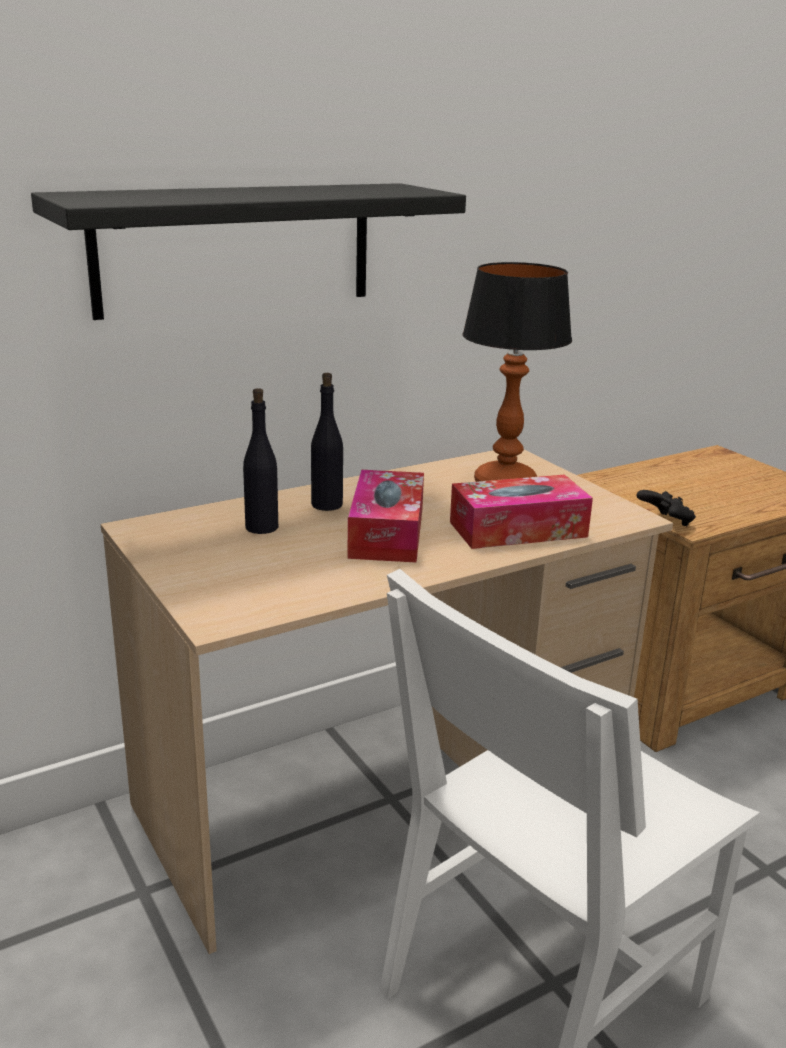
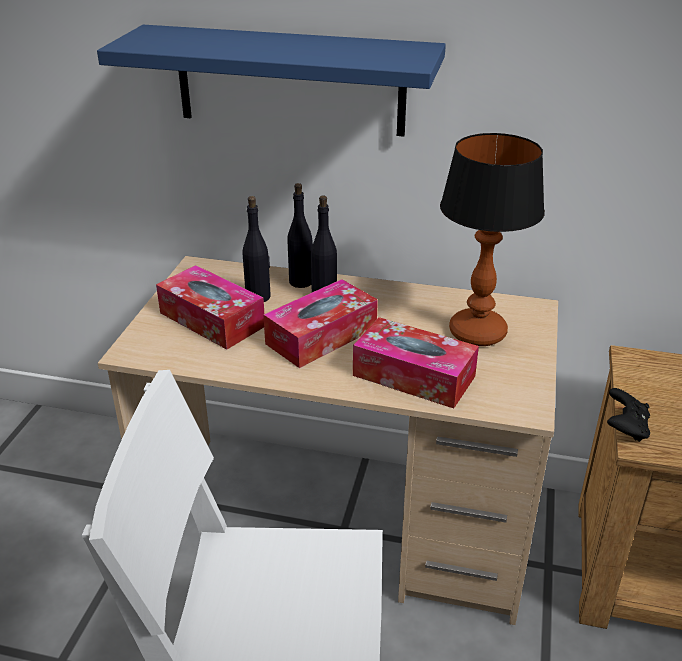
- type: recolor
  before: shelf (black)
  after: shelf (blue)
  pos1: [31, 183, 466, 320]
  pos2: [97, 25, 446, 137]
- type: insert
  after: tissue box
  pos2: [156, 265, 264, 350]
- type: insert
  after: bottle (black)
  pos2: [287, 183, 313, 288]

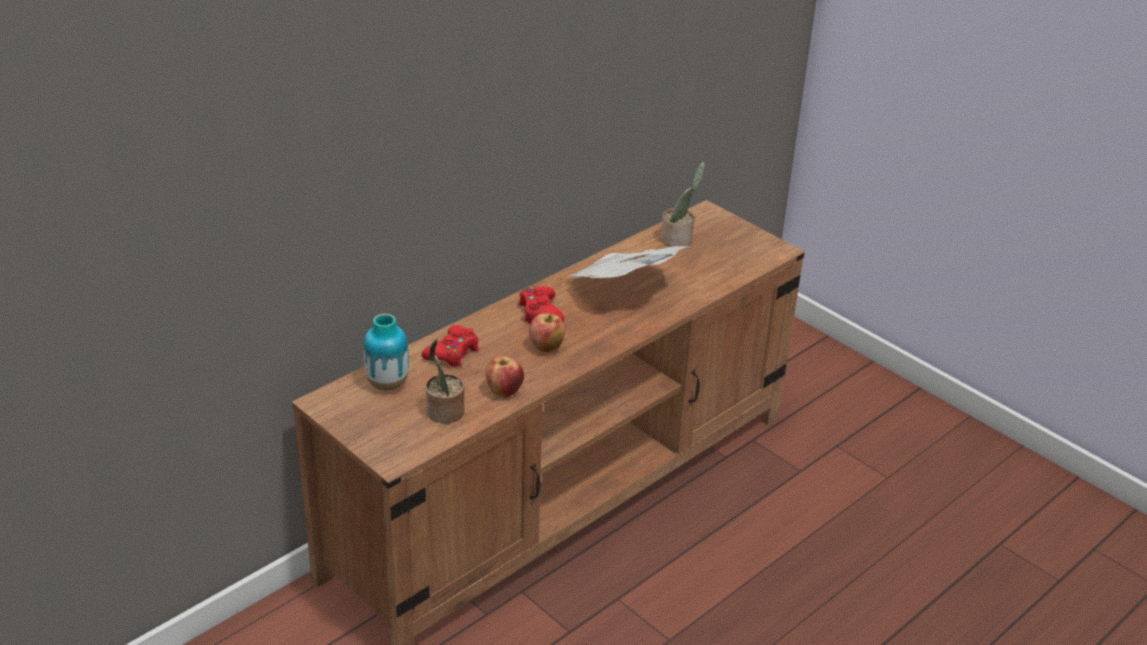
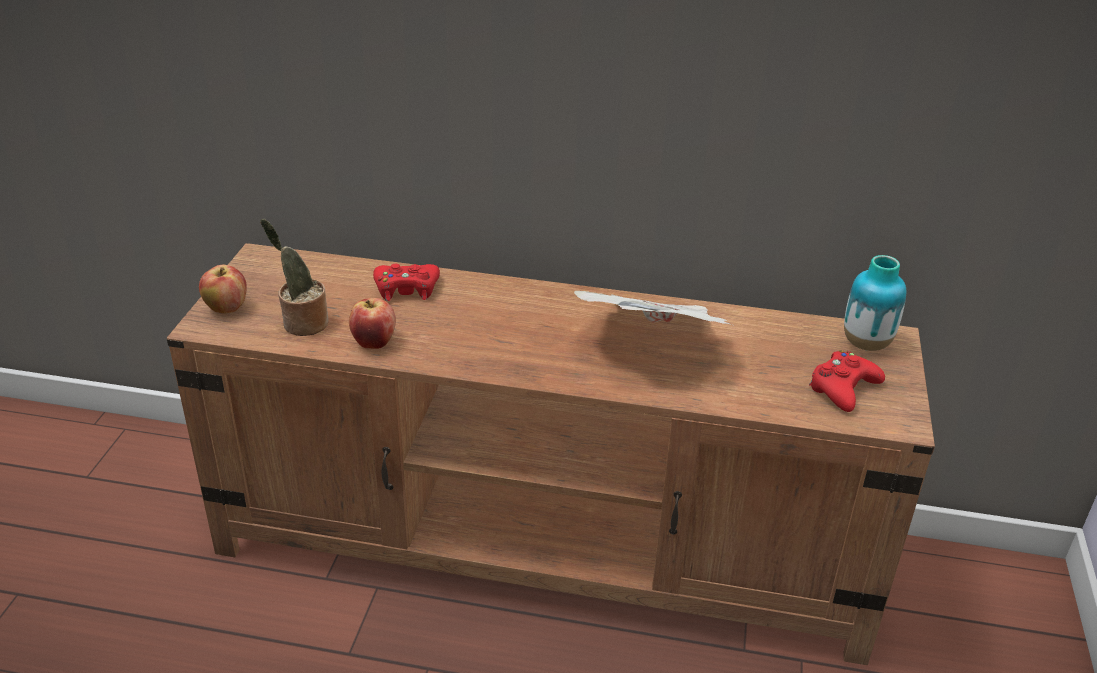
- type: move
  before: vase
  pos1: [364, 314, 409, 391]
  pos2: [844, 255, 906, 351]
- type: move
  before: game controller (red)
  pos1: [518, 286, 564, 323]
  pos2: [809, 350, 885, 412]
- type: move
  before: apple
  pos1: [529, 313, 565, 352]
  pos2: [199, 265, 247, 314]
- type: delete
  before: potted plant
  pos1: [661, 162, 705, 247]

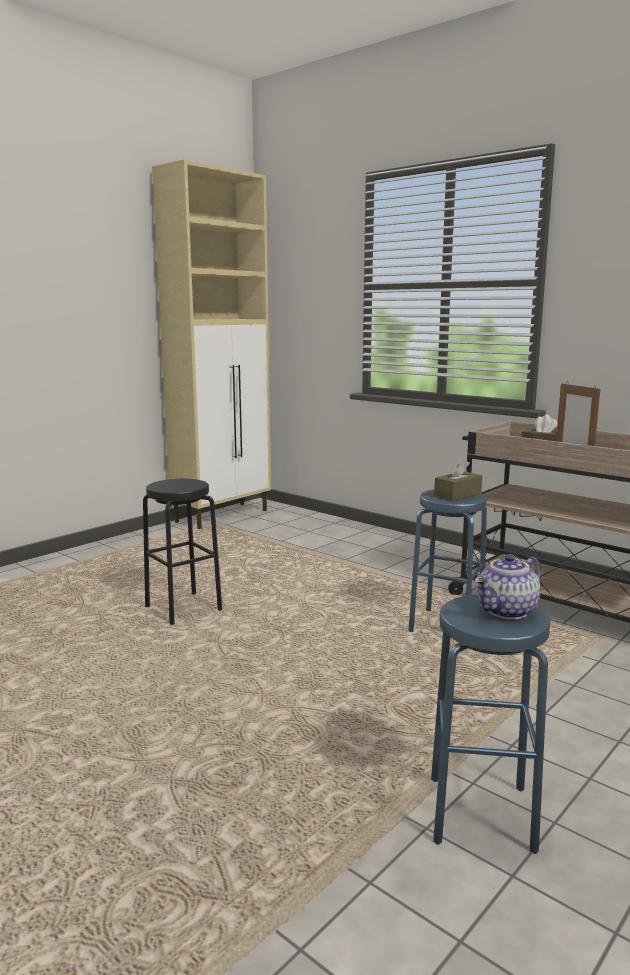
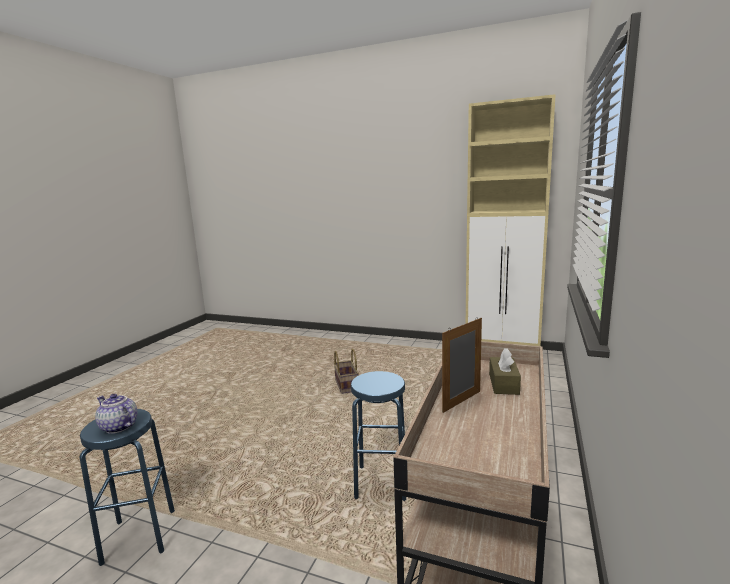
- type: replace
  before: stool (black)
  after: basket
  pos1: [143, 479, 222, 625]
  pos2: [334, 349, 359, 394]
- type: delete
  before: tissue box (brown)
  pos1: [434, 458, 482, 502]

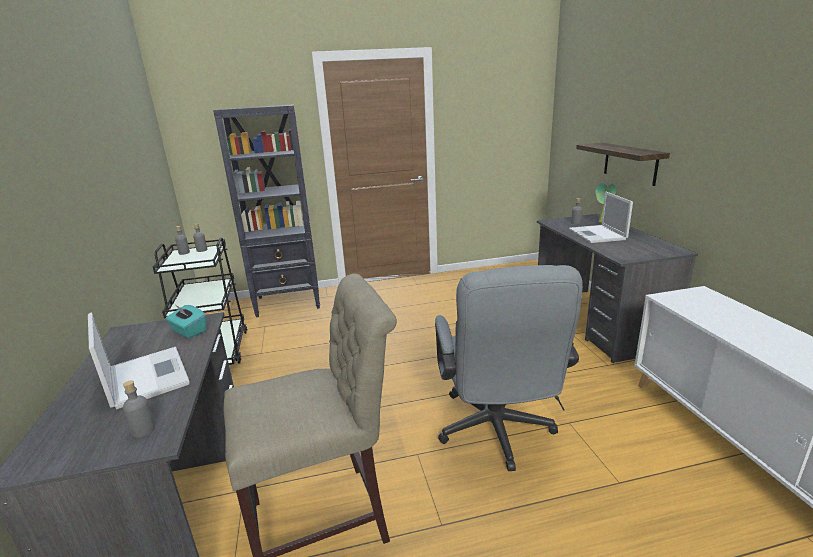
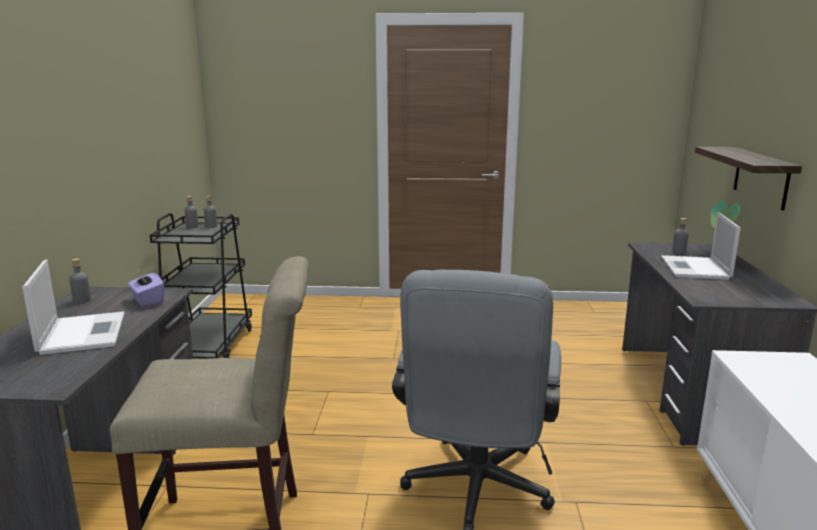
- type: move
  before: bottle (grey)
  pos1: [123, 380, 155, 438]
  pos2: [69, 259, 91, 303]
- type: recolor
  before: tissue box (turquoise)
  after: tissue box (purple)
  pos1: [166, 305, 206, 339]
  pos2: [128, 270, 164, 307]
- type: delete
  before: bookcase (black)
  pos1: [213, 104, 320, 317]

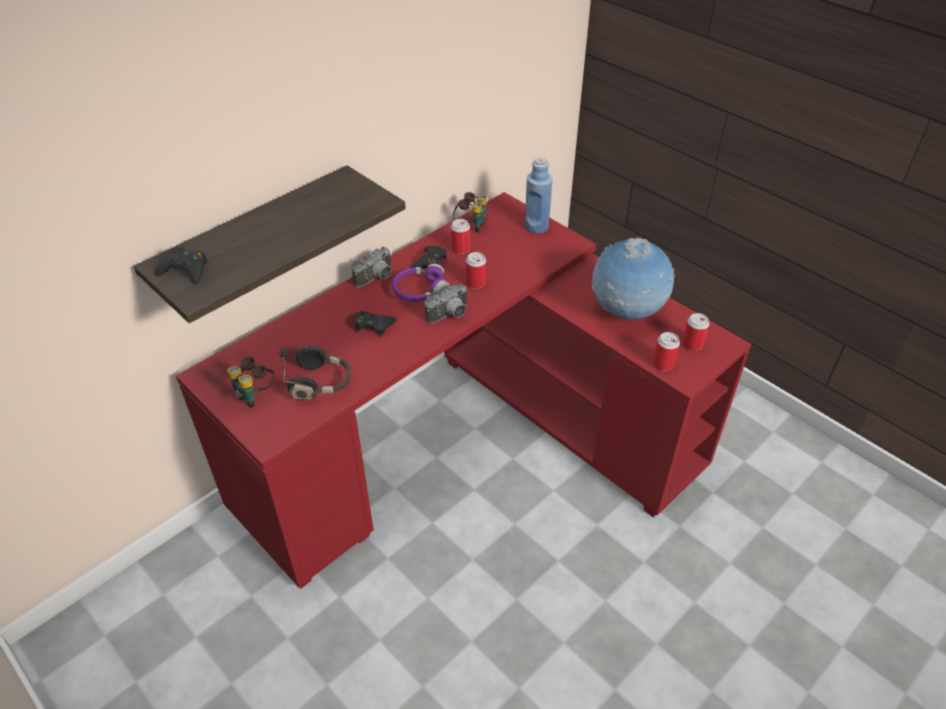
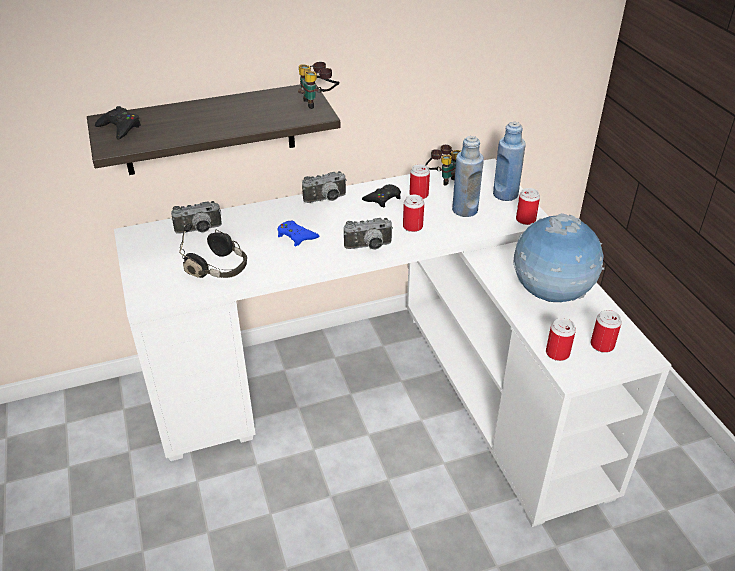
- type: recolor
  before: desk (red)
  after: desk (white)
  pos1: [176, 192, 751, 589]
  pos2: [114, 158, 671, 527]
- type: move
  before: binoculars
  pos1: [227, 357, 275, 408]
  pos2: [298, 62, 339, 109]
- type: recolor
  before: game controller (black)
  after: game controller (blue)
  pos1: [355, 311, 397, 337]
  pos2: [277, 221, 319, 246]
- type: delete
  before: headphones (purple)
  pos1: [392, 264, 450, 302]
- type: insert
  after: photo camera
  pos2: [171, 201, 222, 234]
- type: insert
  after: bottle (blue)
  pos2: [452, 136, 484, 217]
- type: insert
  after: can
  pos2: [516, 188, 540, 225]

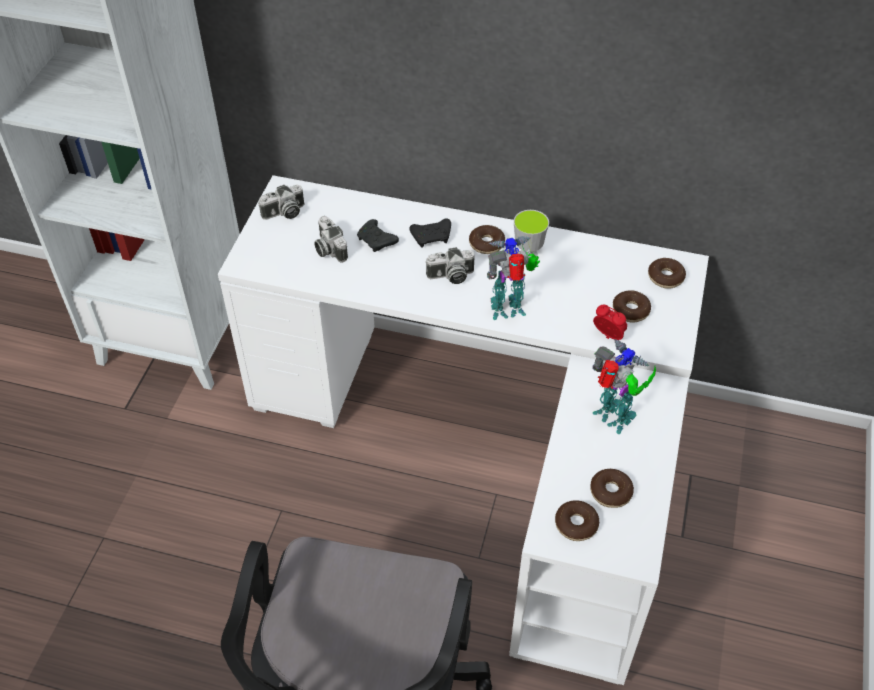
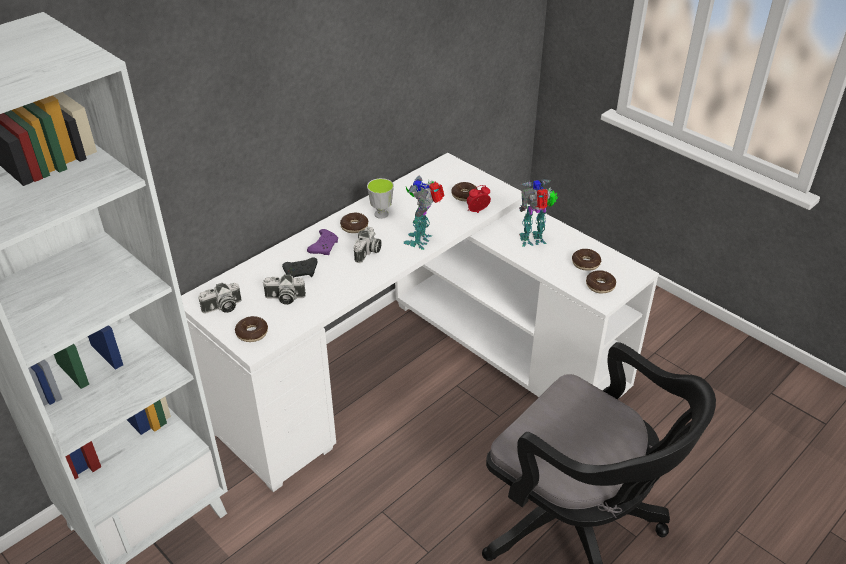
- type: rotate
  before: photo camera
  pos1: [258, 184, 304, 220]
  pos2: [198, 282, 242, 314]
  turn: 60
- type: recolor
  before: game controller (black)
  after: game controller (purple)
  pos1: [409, 219, 451, 248]
  pos2: [307, 229, 338, 255]
- type: move
  before: donut
  pos1: [648, 258, 686, 289]
  pos2: [235, 316, 268, 342]

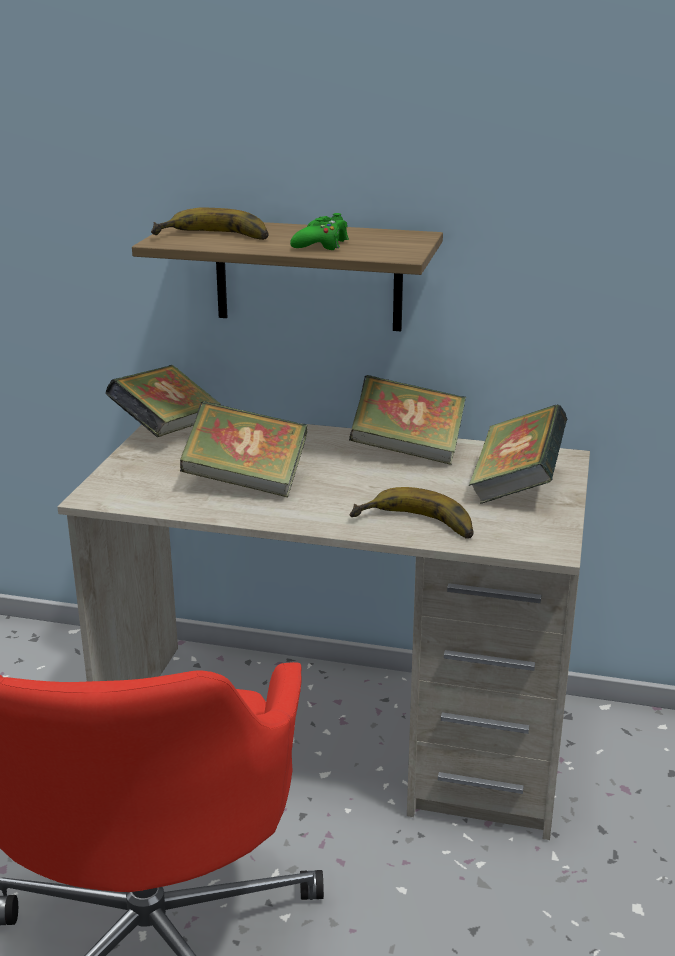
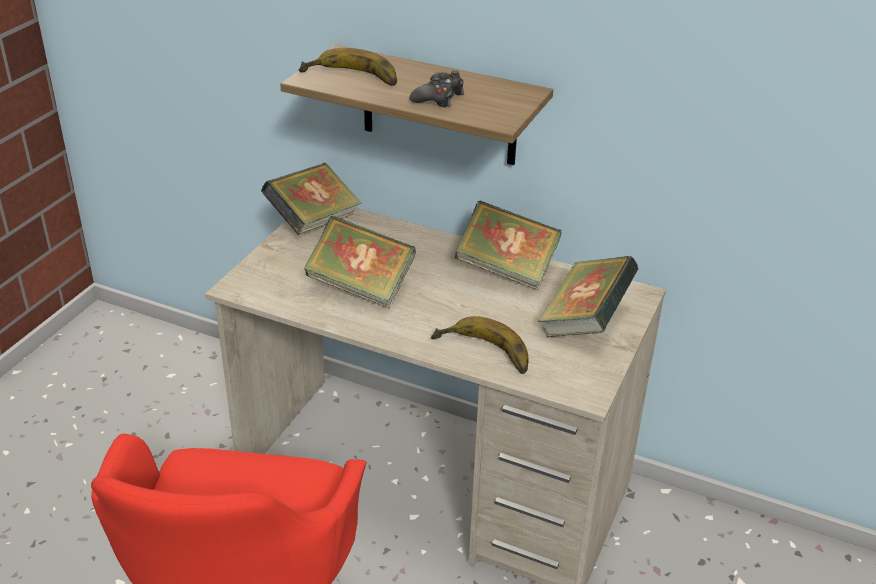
- type: recolor
  before: game controller (green)
  after: game controller (black)
  pos1: [290, 213, 349, 250]
  pos2: [409, 71, 464, 107]

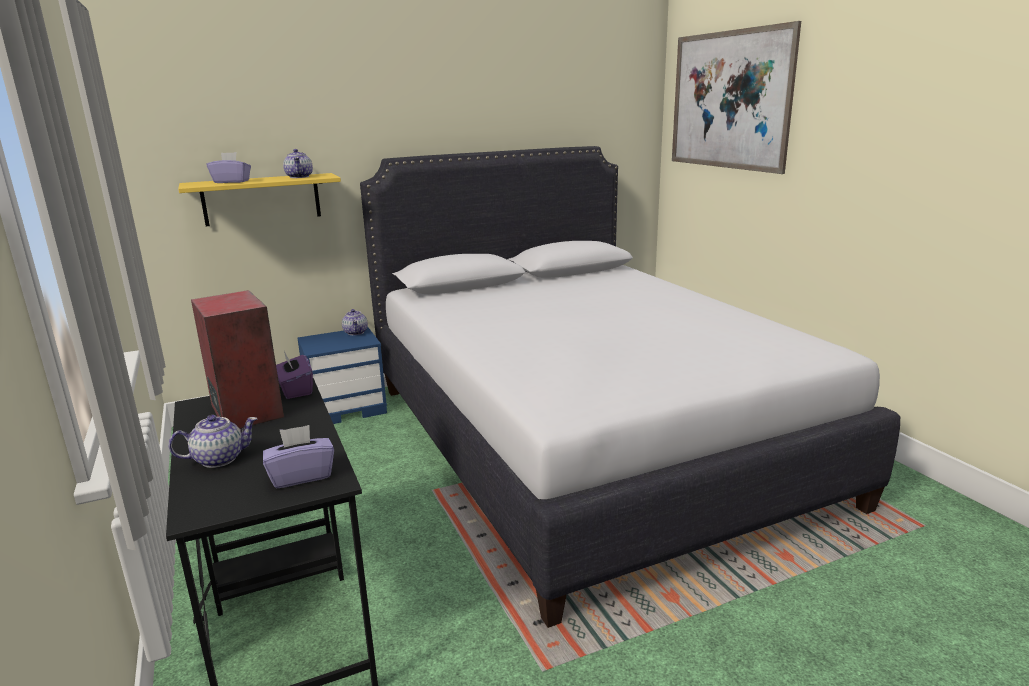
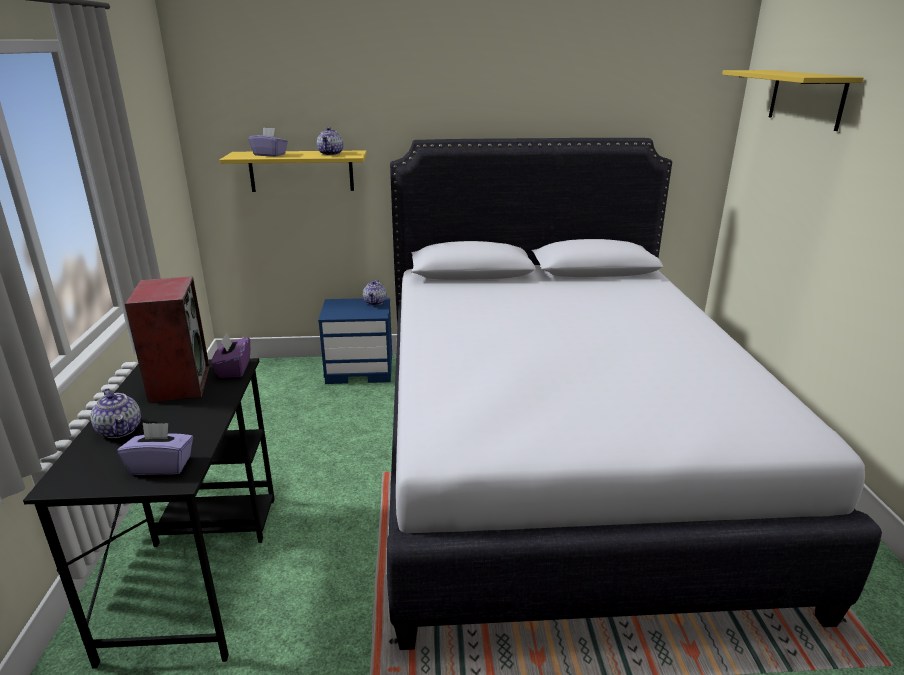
- type: rotate
  before: teapot
  pos1: [168, 415, 257, 468]
  pos2: [90, 389, 141, 438]
  turn: 60
- type: replace
  before: picture
  after: shelf (yellow)
  pos1: [672, 21, 801, 174]
  pos2: [722, 70, 864, 131]

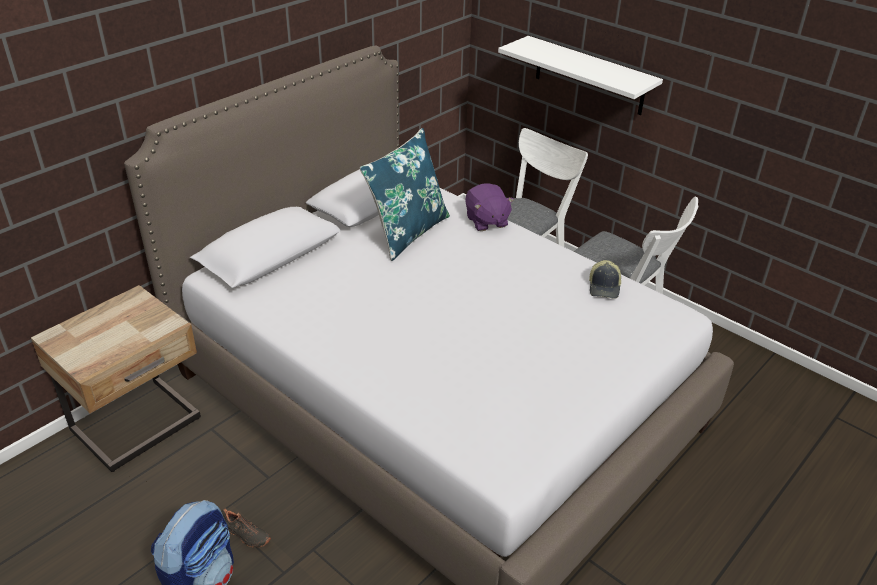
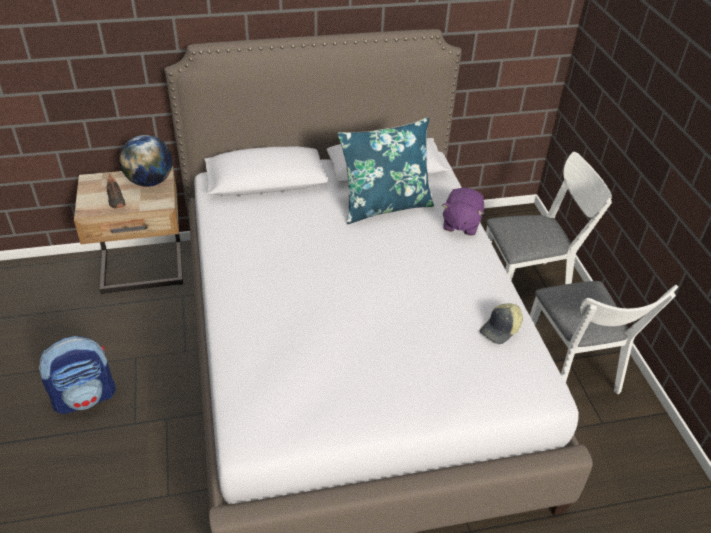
- type: move
  before: shoe (black)
  pos1: [223, 509, 271, 548]
  pos2: [107, 174, 126, 209]
- type: delete
  before: shelf (white)
  pos1: [498, 36, 663, 115]
- type: insert
  after: globe
  pos2: [119, 135, 173, 187]

